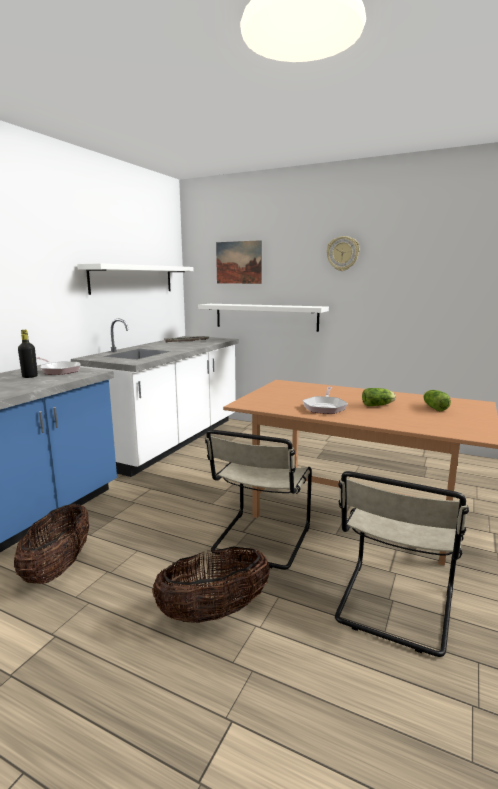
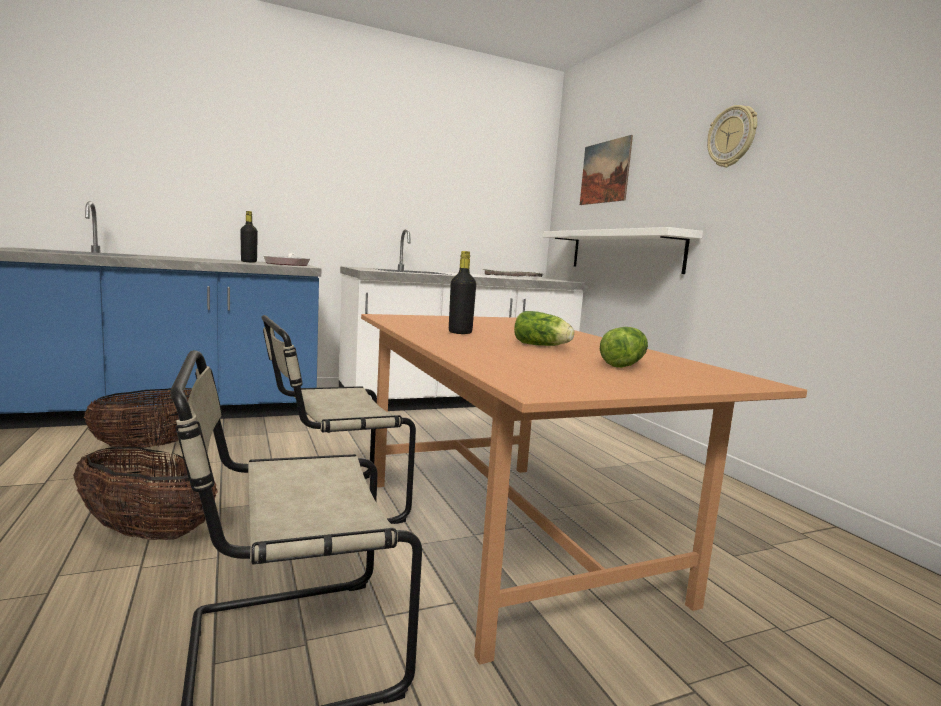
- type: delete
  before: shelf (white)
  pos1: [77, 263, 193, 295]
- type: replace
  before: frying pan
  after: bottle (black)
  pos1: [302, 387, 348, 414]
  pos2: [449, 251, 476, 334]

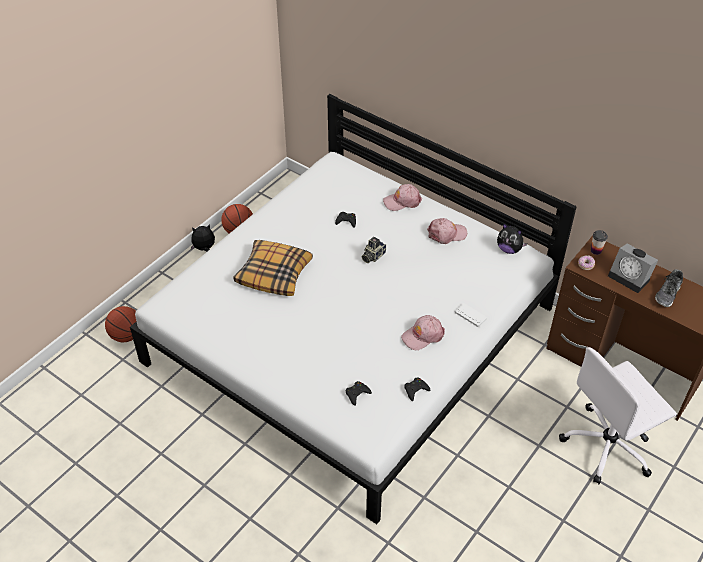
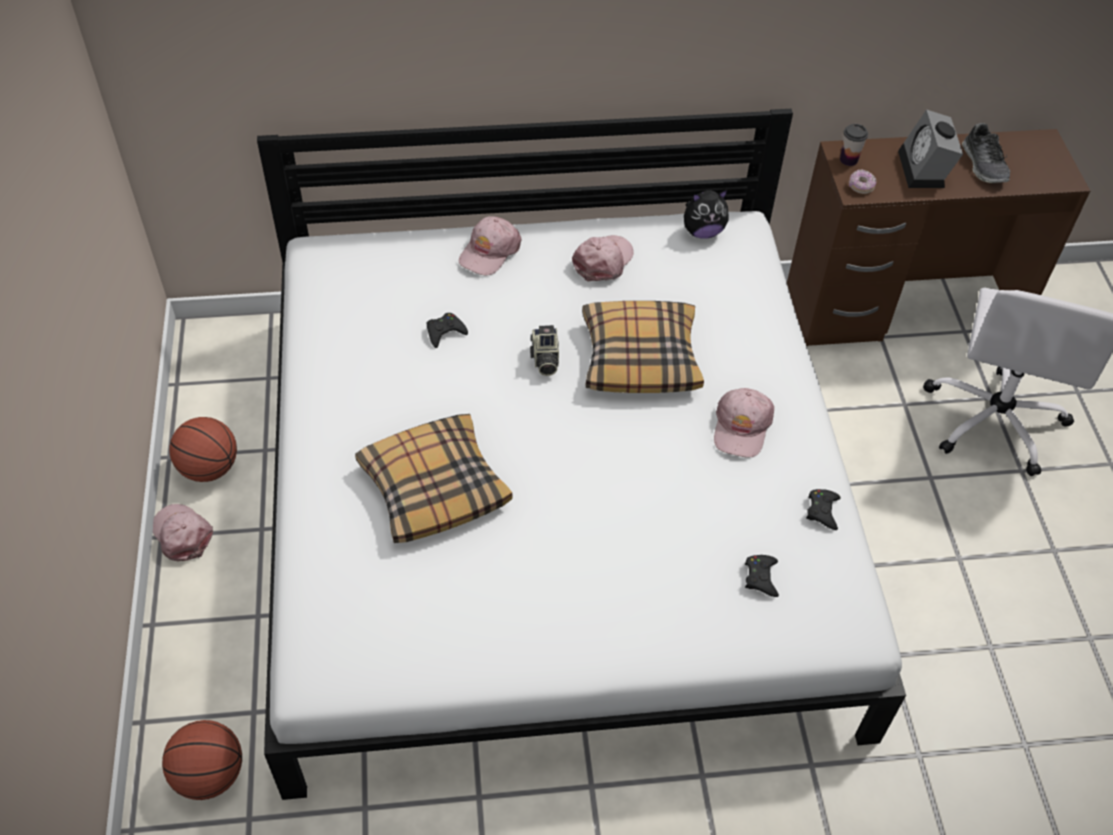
- type: replace
  before: plush toy
  after: cap (pink)
  pos1: [191, 224, 215, 251]
  pos2: [153, 504, 213, 561]
- type: delete
  before: game controller (white)
  pos1: [455, 303, 487, 327]
- type: rotate
  before: alarm clock
  pos1: [608, 244, 658, 293]
  pos2: [898, 110, 963, 188]
  turn: 90
- type: insert
  after: pillow
  pos2: [582, 301, 704, 393]

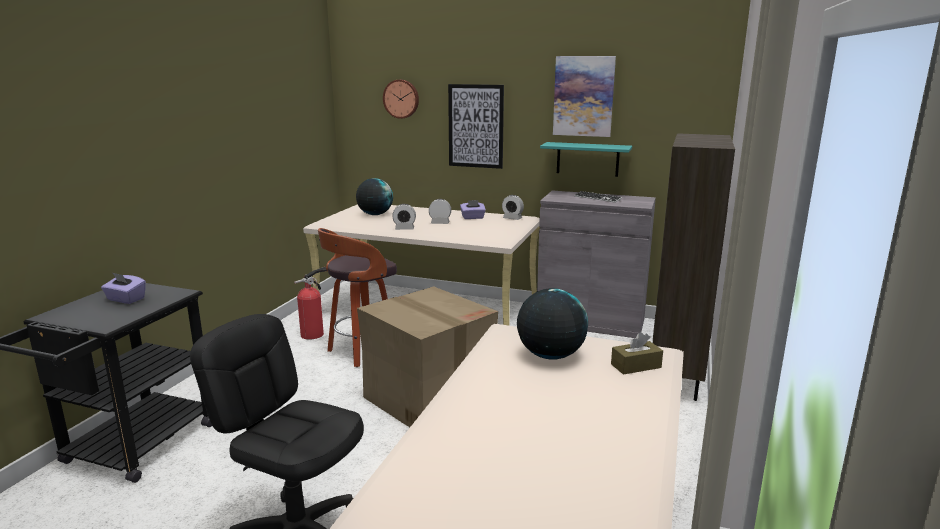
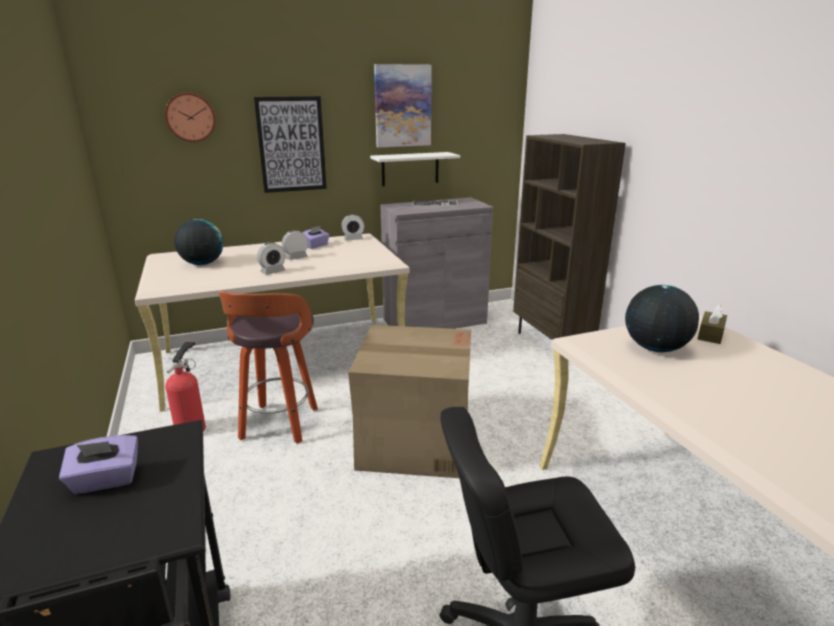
- type: recolor
  before: shelf (turquoise)
  after: shelf (white)
  pos1: [540, 142, 632, 177]
  pos2: [370, 152, 460, 186]

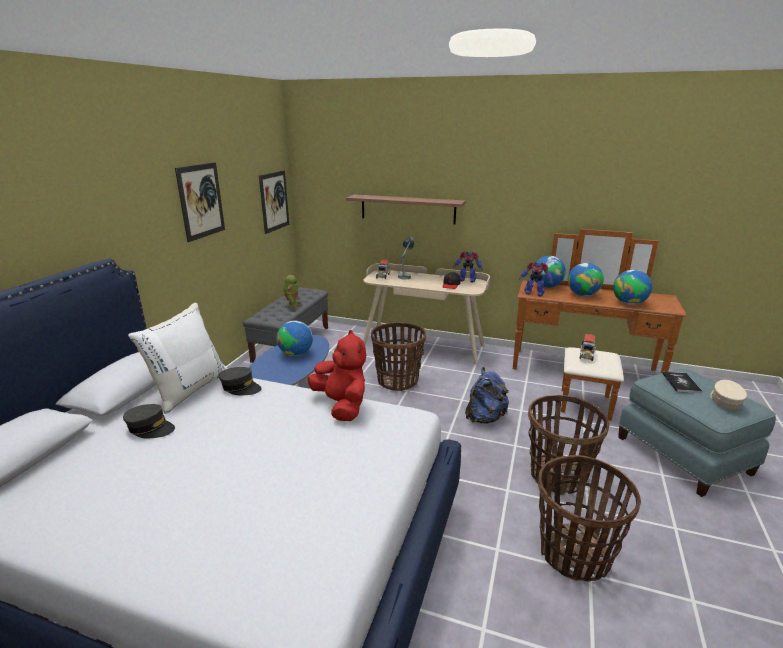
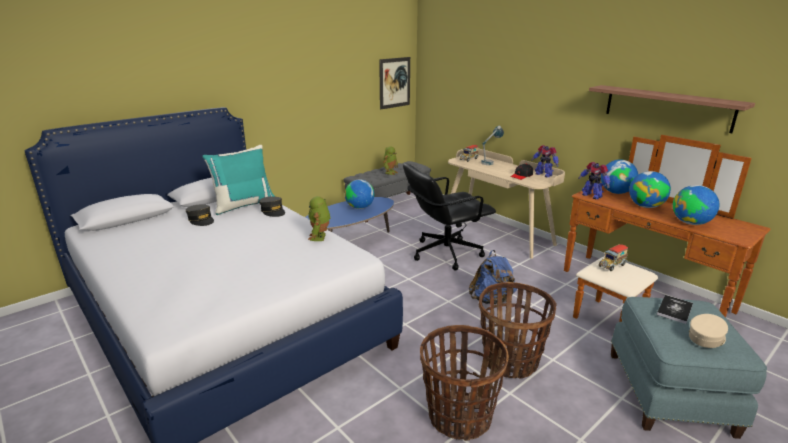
- type: recolor
  before: pillow (white)
  after: pillow (turquoise)
  pos1: [128, 303, 228, 414]
  pos2: [202, 145, 275, 215]
- type: delete
  before: picture
  pos1: [175, 162, 225, 242]
- type: replace
  before: plush toy (red)
  after: toy robot
  pos1: [307, 330, 366, 421]
  pos2: [308, 196, 331, 241]
- type: move
  before: shelf
  pos1: [346, 194, 466, 225]
  pos2: [589, 85, 755, 133]
- type: replace
  before: basket
  after: office chair (black)
  pos1: [371, 322, 426, 391]
  pos2: [403, 163, 496, 270]

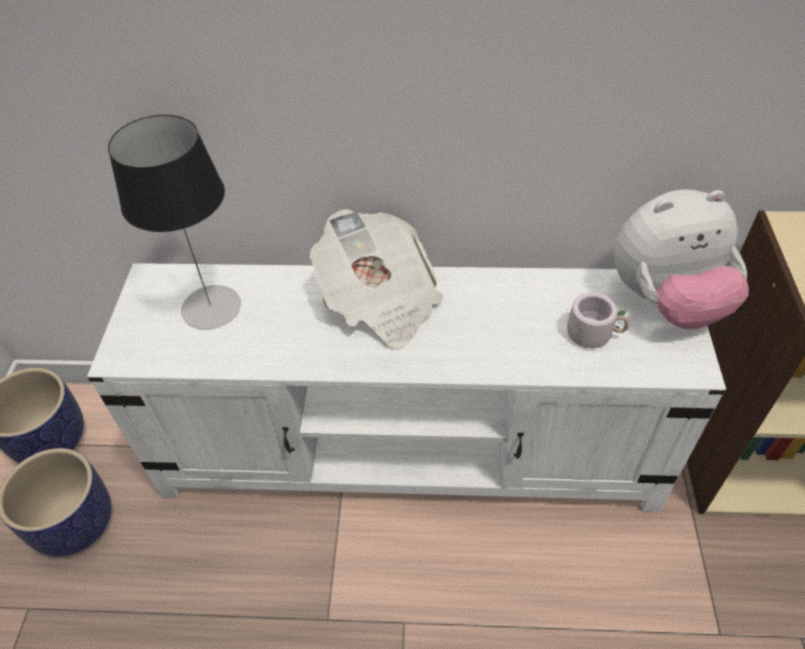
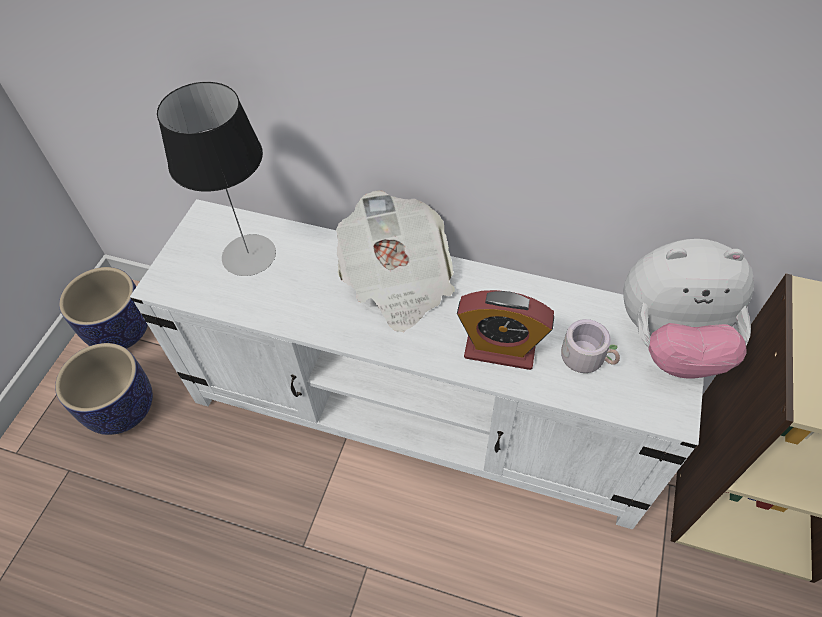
- type: insert
  after: alarm clock
  pos2: [457, 290, 554, 370]

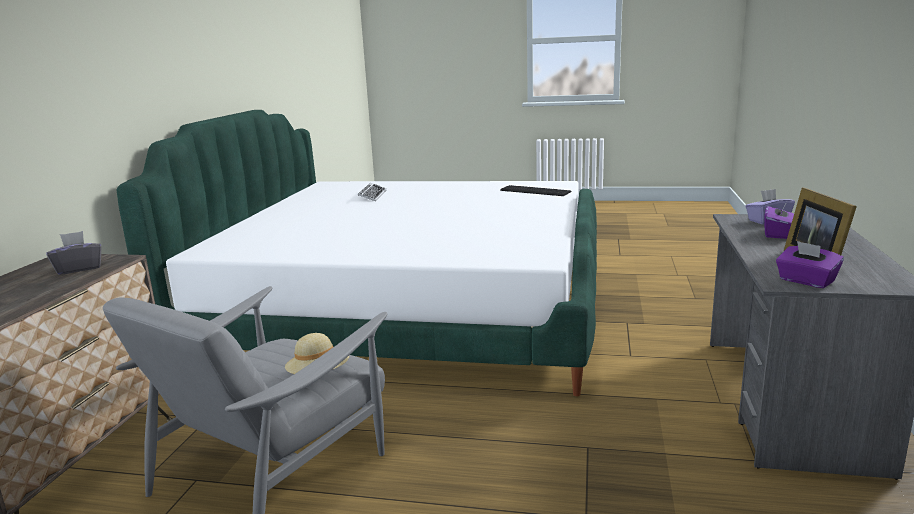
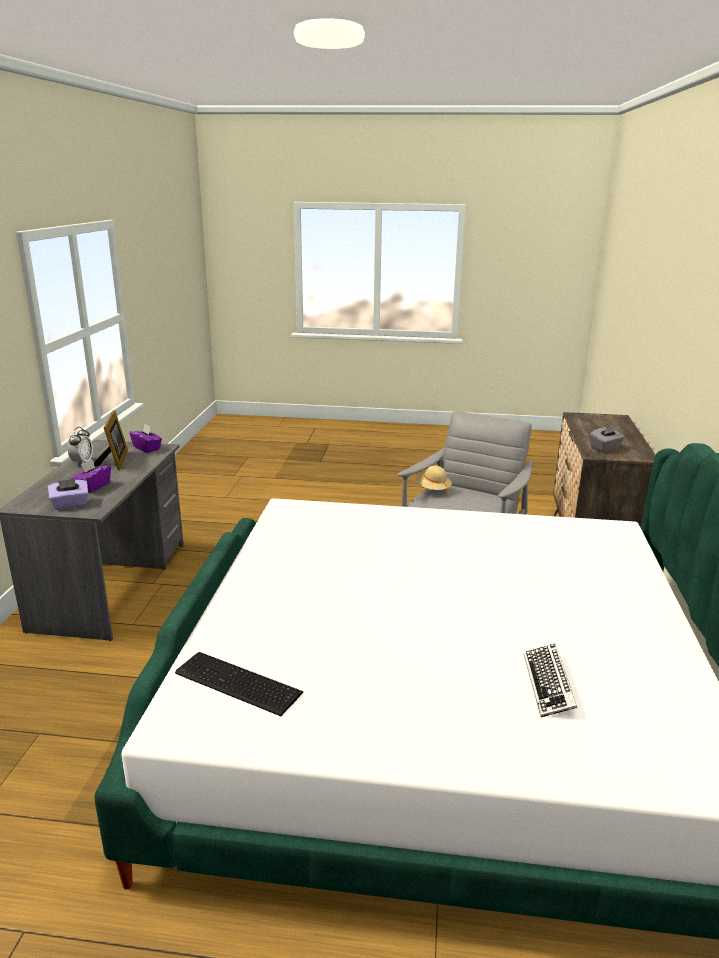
- type: insert
  after: alarm clock
  pos2: [68, 427, 93, 464]

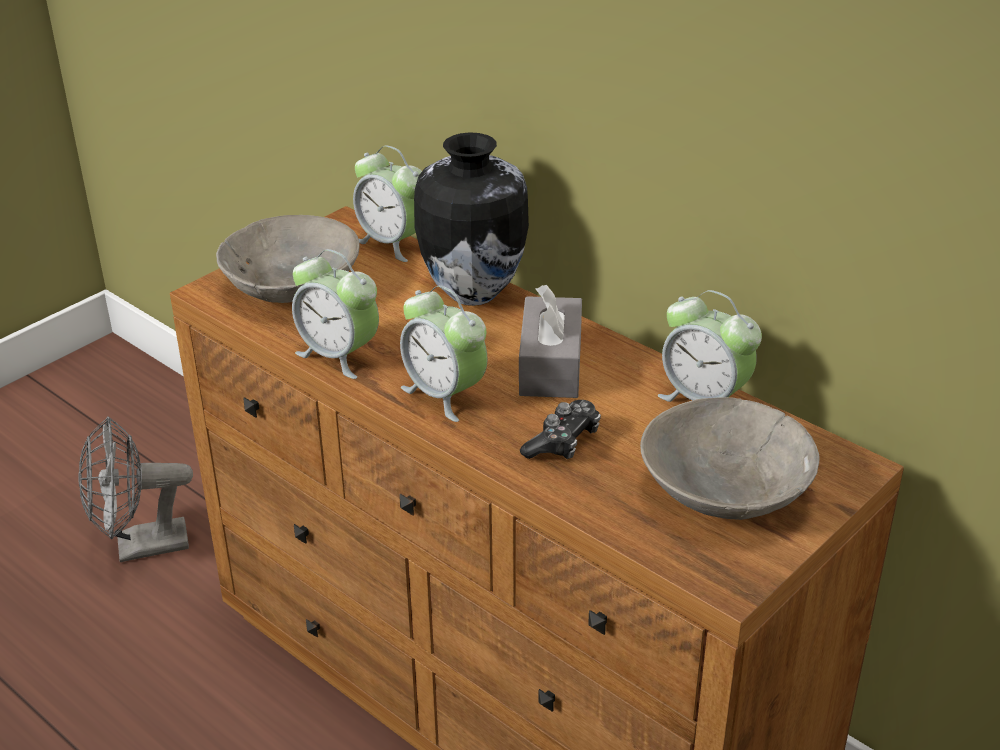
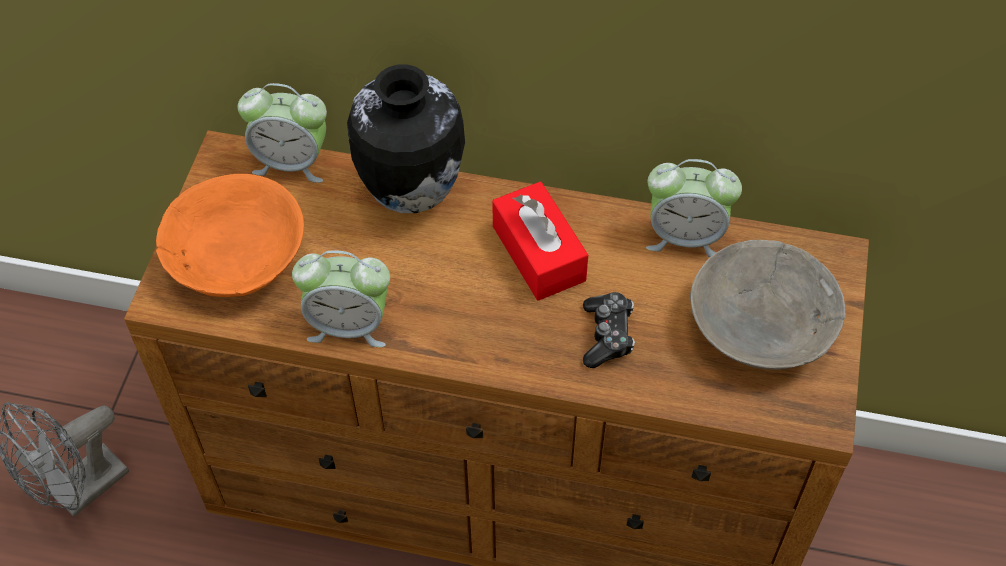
- type: recolor
  before: bowl (grey)
  after: bowl (orange)
  pos1: [216, 215, 360, 303]
  pos2: [156, 174, 304, 297]
- type: delete
  before: alarm clock
  pos1: [400, 285, 487, 422]
- type: recolor
  before: tissue box (grey)
  after: tissue box (red)
  pos1: [519, 285, 582, 398]
  pos2: [492, 182, 588, 301]

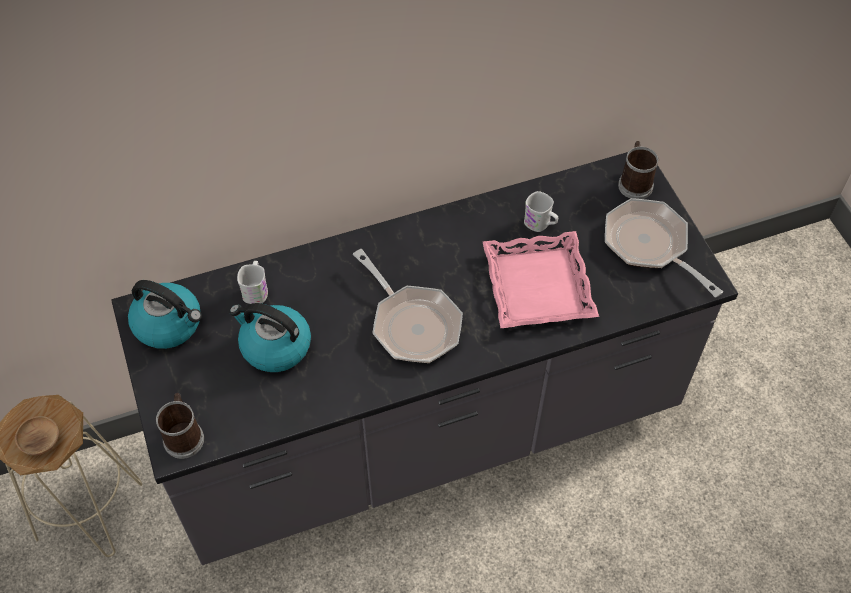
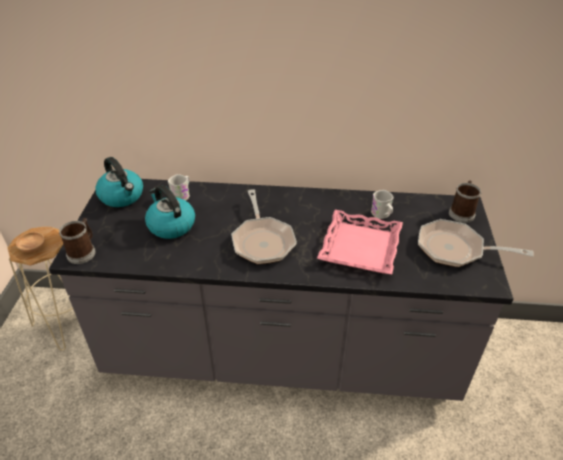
- type: rotate
  before: frying pan
  pos1: [605, 198, 723, 297]
  pos2: [418, 219, 533, 267]
  turn: -60

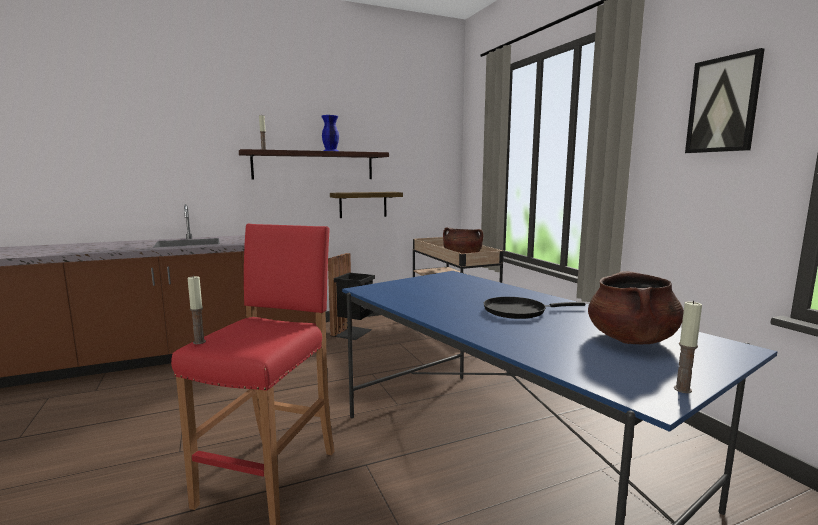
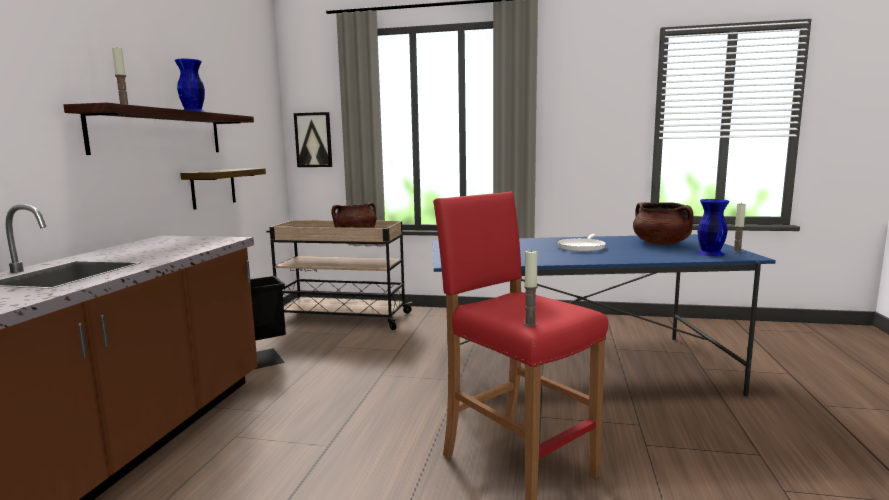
- type: recolor
  before: frying pan (black)
  after: frying pan (white)
  pos1: [484, 297, 585, 319]
  pos2: [557, 234, 606, 251]
- type: move
  before: picture
  pos1: [685, 48, 765, 153]
  pos2: [294, 112, 332, 167]
- type: insert
  after: vase (blue)
  pos2: [696, 199, 730, 256]

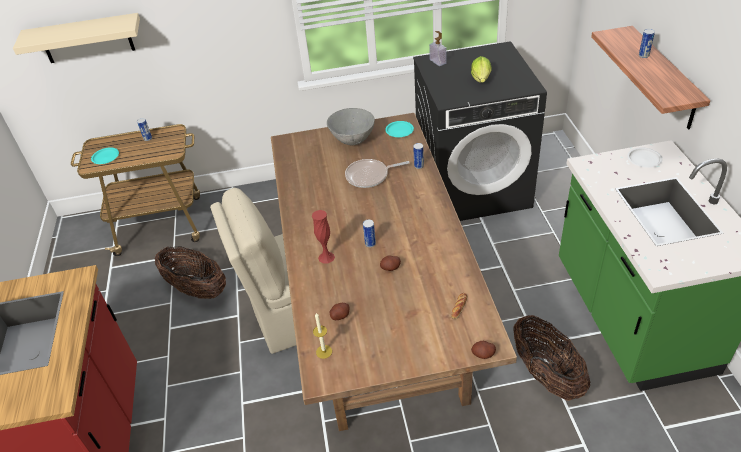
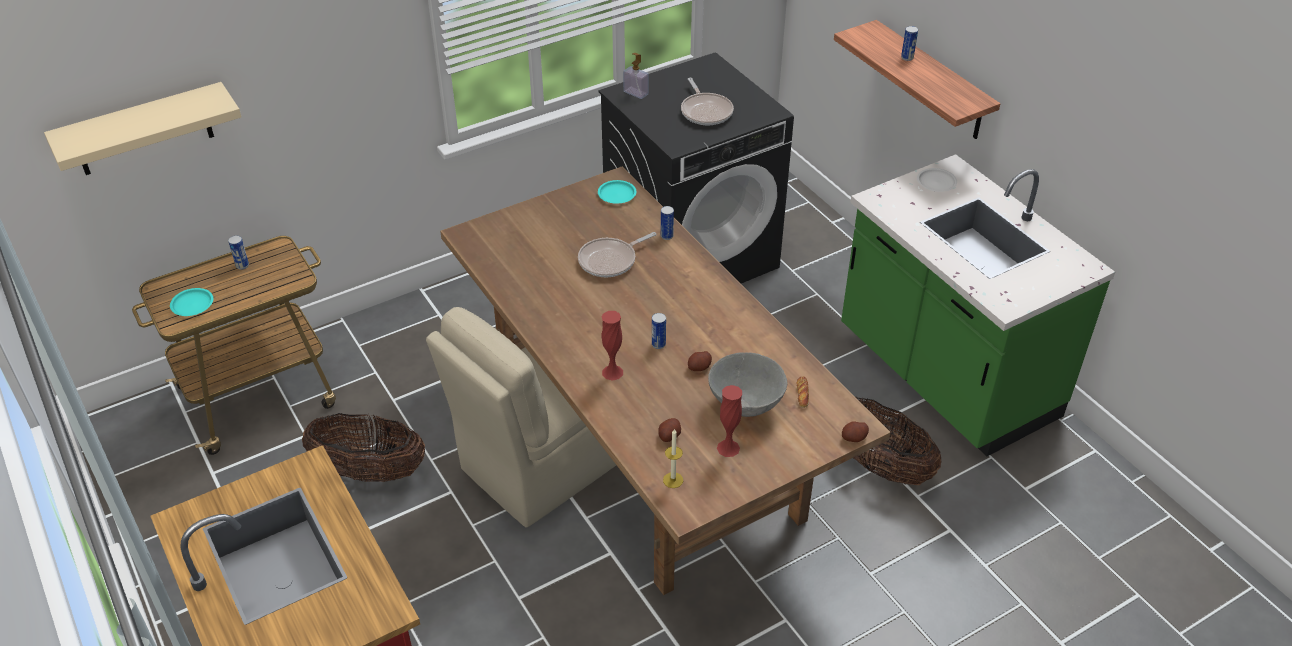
- type: move
  before: bowl (grey)
  pos1: [327, 108, 375, 146]
  pos2: [708, 352, 787, 417]
- type: replace
  before: lettuce
  after: frying pan
  pos1: [471, 56, 492, 83]
  pos2: [681, 78, 734, 125]
- type: insert
  after: vase (red)
  pos2: [717, 385, 742, 457]

